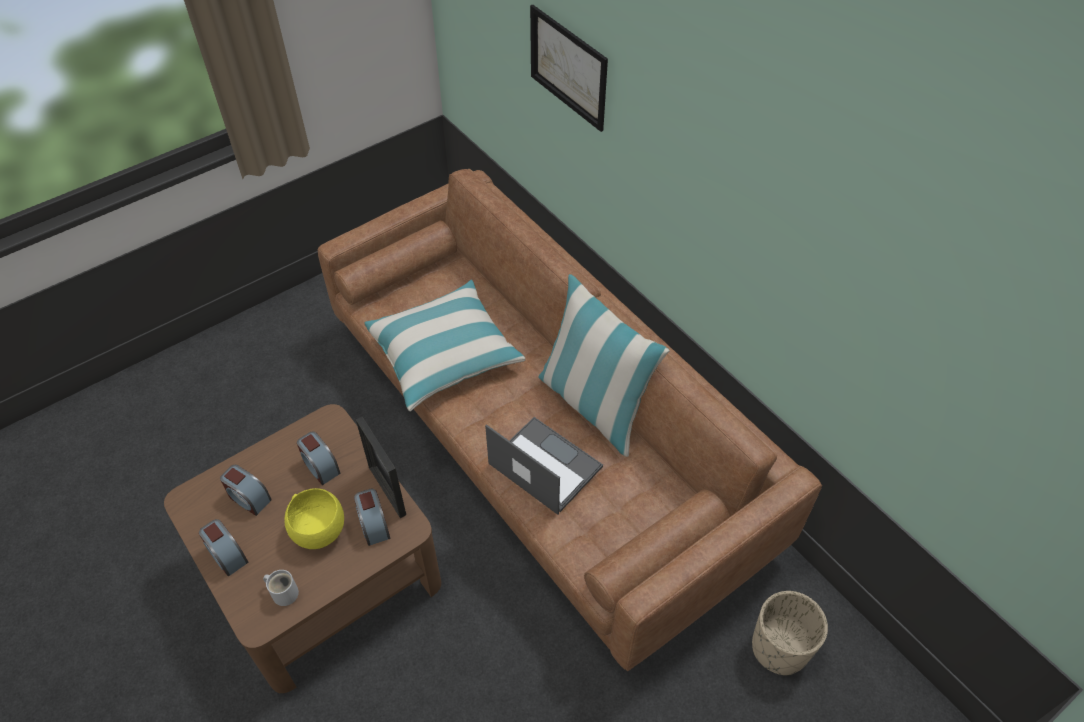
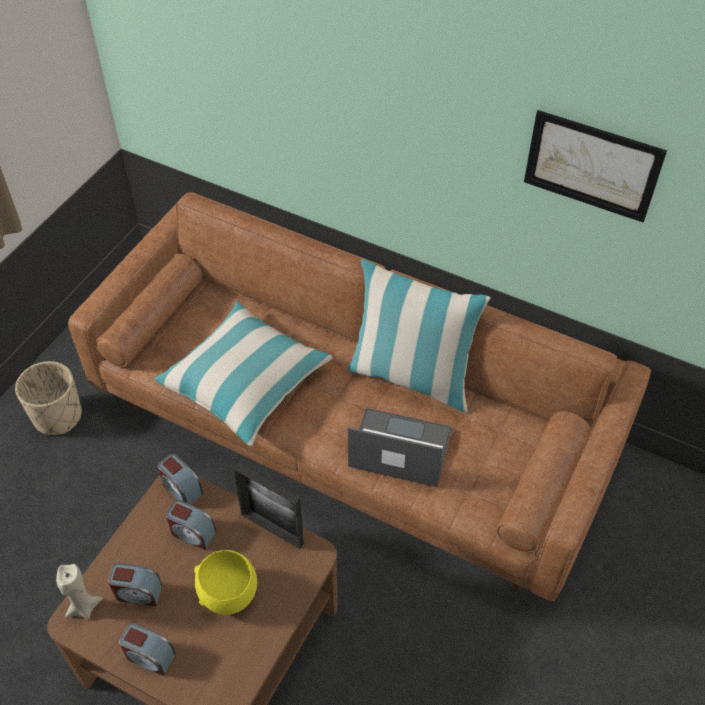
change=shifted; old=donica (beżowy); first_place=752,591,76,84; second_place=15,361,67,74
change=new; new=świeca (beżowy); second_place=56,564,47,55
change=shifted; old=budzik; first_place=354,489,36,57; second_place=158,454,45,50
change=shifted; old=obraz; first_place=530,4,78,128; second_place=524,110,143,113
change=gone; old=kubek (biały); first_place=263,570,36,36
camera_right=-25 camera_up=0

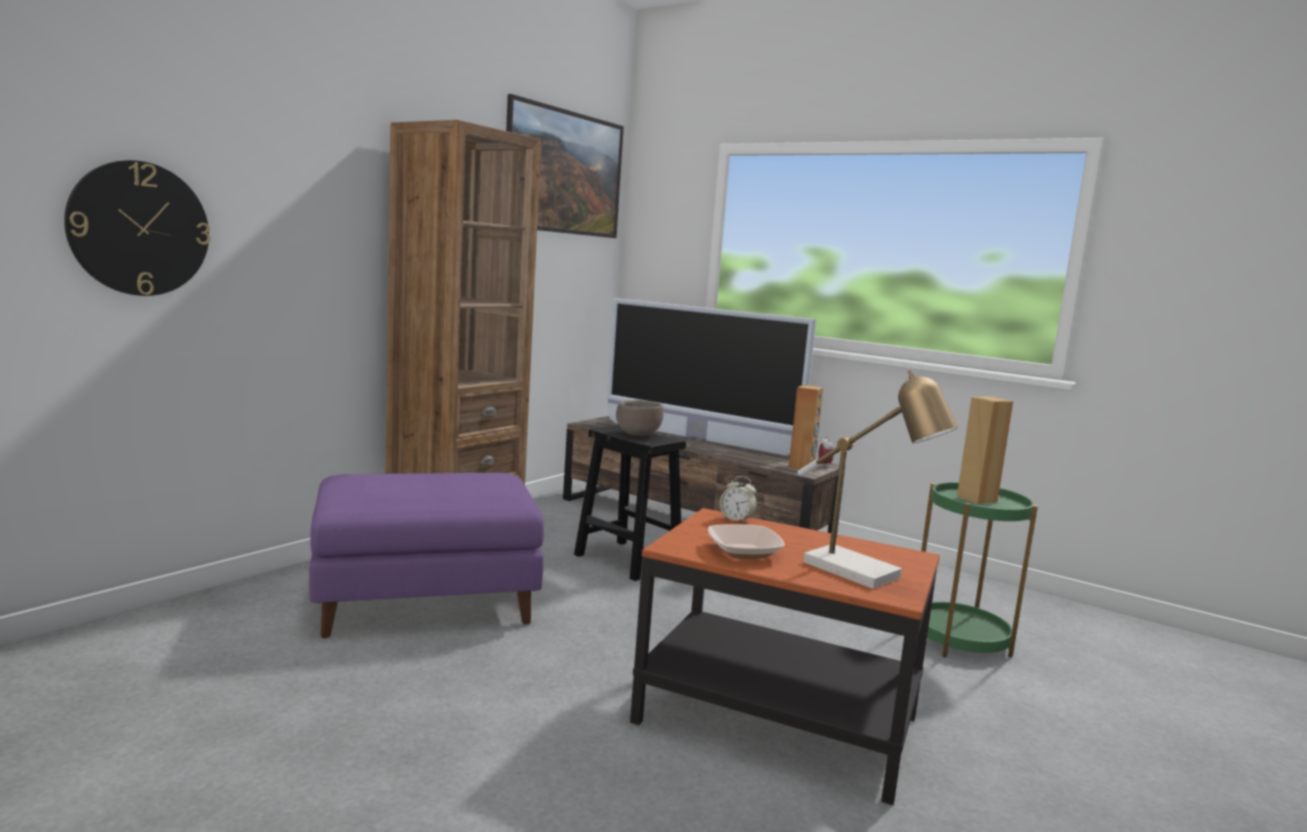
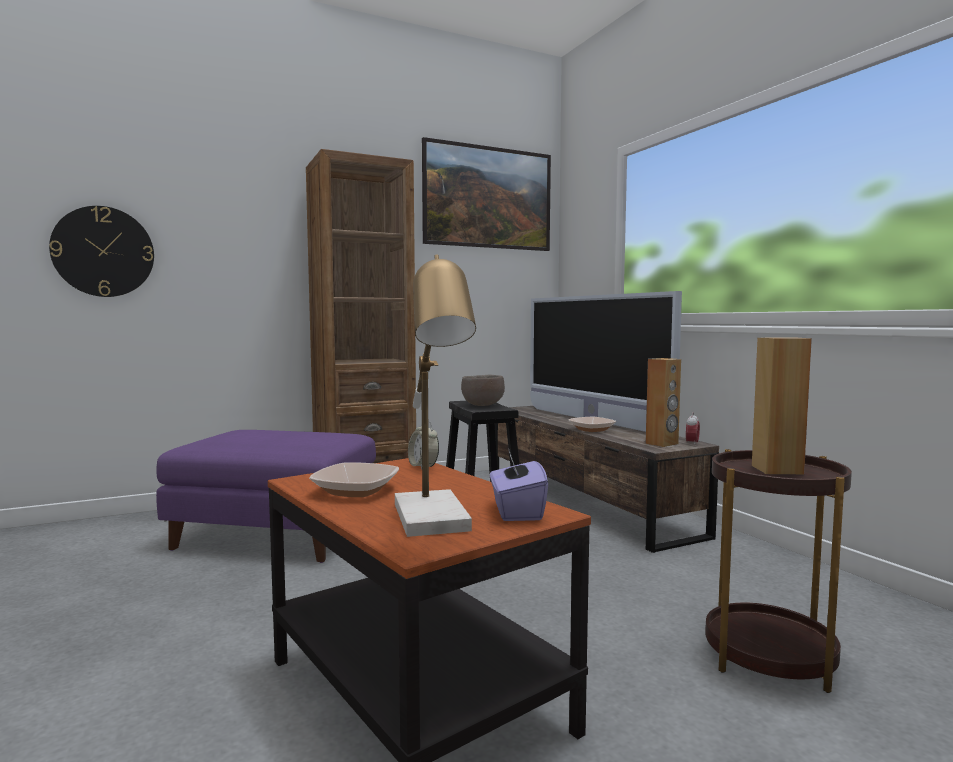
change=new; new=pudełko chusteczek (fioletowy); second_place=490,448,58,73
change=new; new=miska; second_place=568,417,48,15
change=repainted; old=stolik (zielony); new=stolik (brązowy); first_place=921,482,117,176; second_place=705,449,147,244
camera_right=30 camera_up=-5

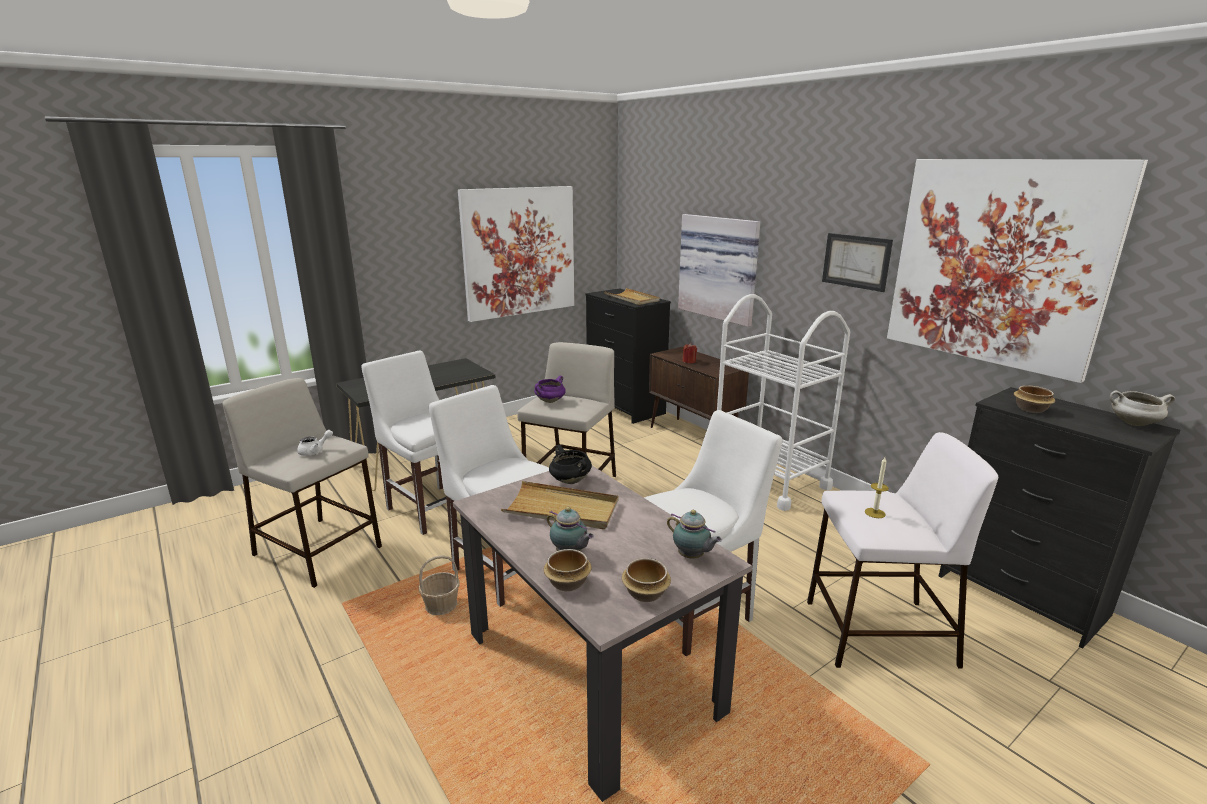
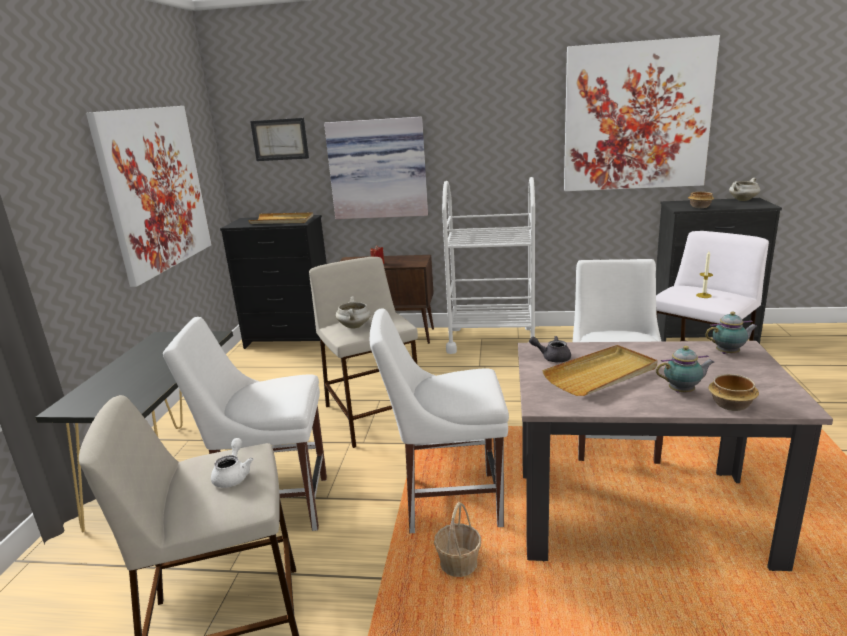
change=shifted; old=obraz; first_place=822,233,71,59; second_place=250,118,59,43
change=repainted; old=garnek (fioletowy); new=garnek (biały); first_place=534,376,32,27; second_place=336,297,35,31
change=swapped; old=garnek (czarny); new=imbryk (szary); first_place=549,445,43,39; second_place=529,336,42,26
change=gone; old=miska; first_place=622,558,49,44
camera_right=-45 camera_up=0

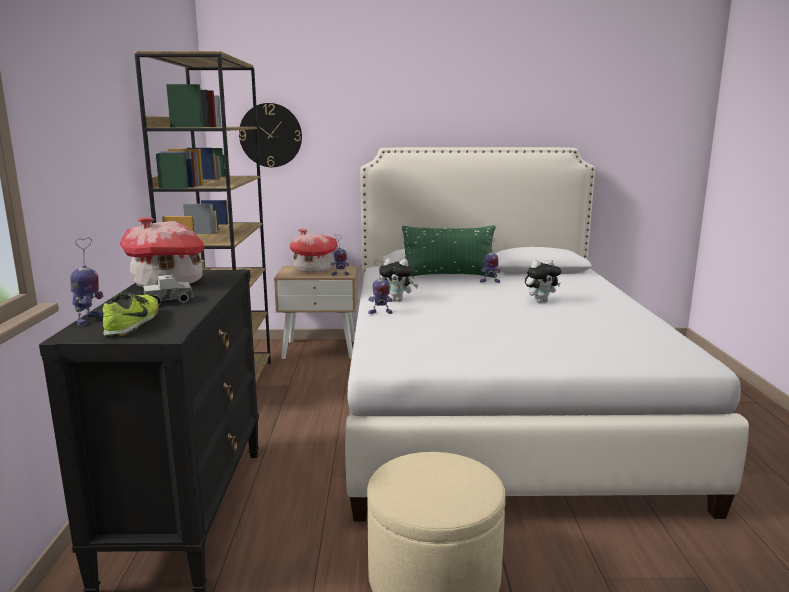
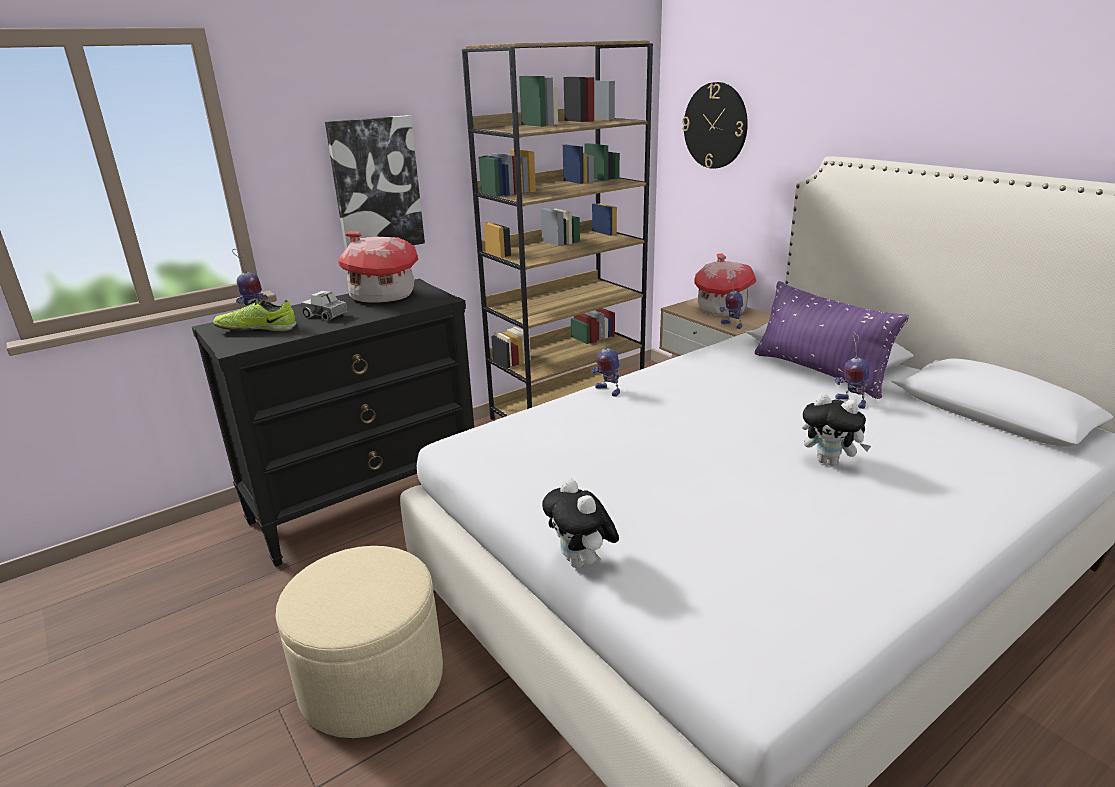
change=rotated; old=but; first_place=103,293,56,44; second_place=213,300,84,31; degrees=-150
change=new; new=obraz; second_place=325,115,100,135
change=shifted; old=pluszak; first_place=379,258,40,43; second_place=542,478,77,90
change=repainted; old=poduszka (zielony); new=poduszka (fioletowy); first_place=402,225,95,53; second_place=755,281,154,118
camera_right=55 camera_up=10

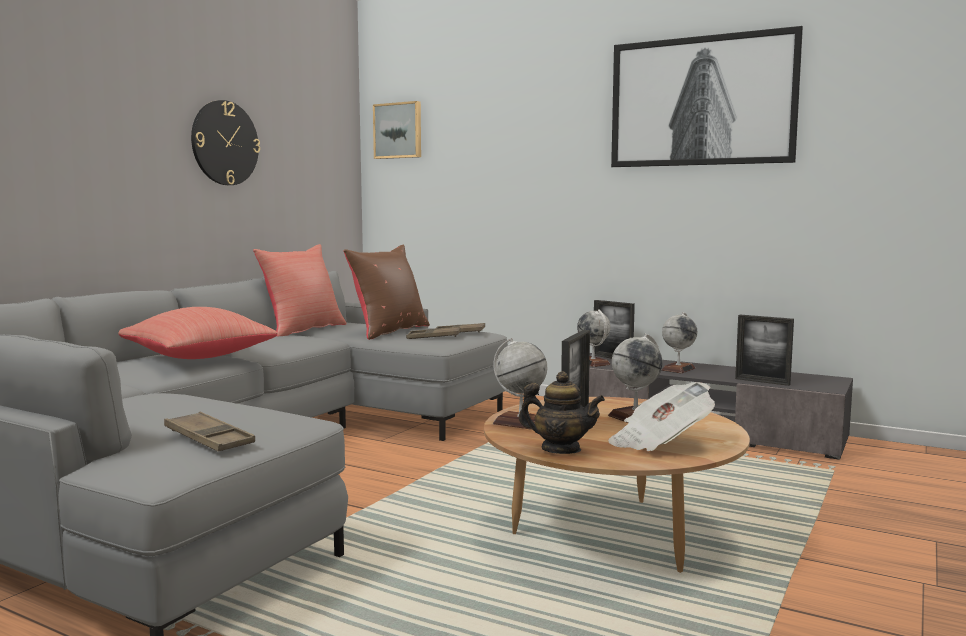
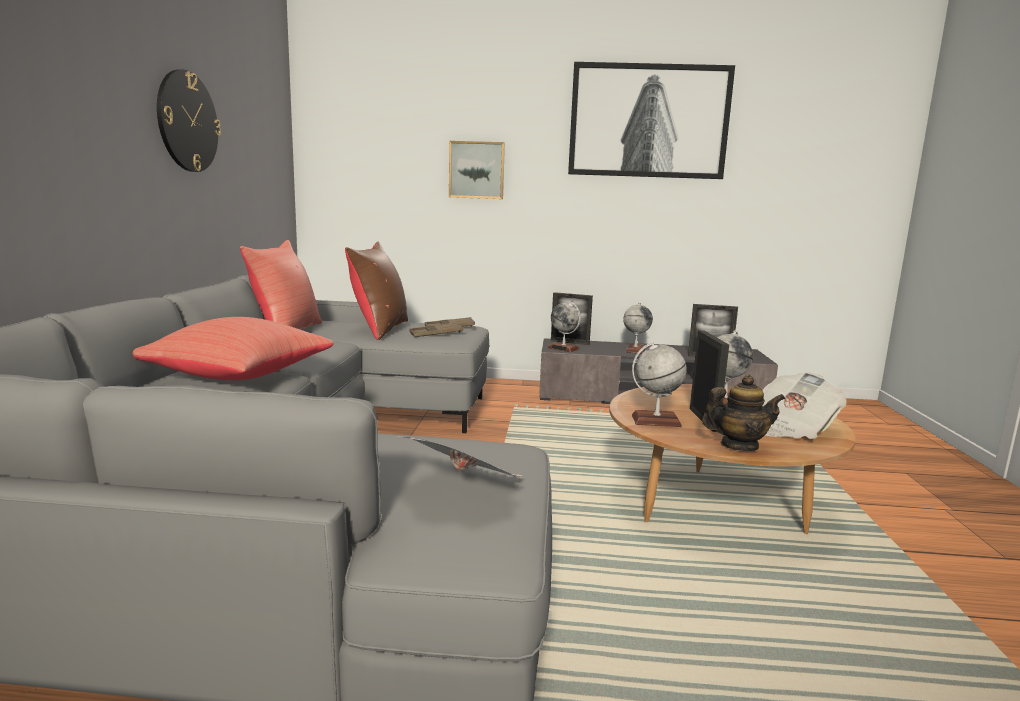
change=swapped; old=taca (brązowy); new=gazeta; first_place=164,412,91,40; second_place=397,436,126,42
change=shifted; old=obraz; first_place=373,101,48,58; second_place=449,141,56,58
camera_right=-25 camera_up=5

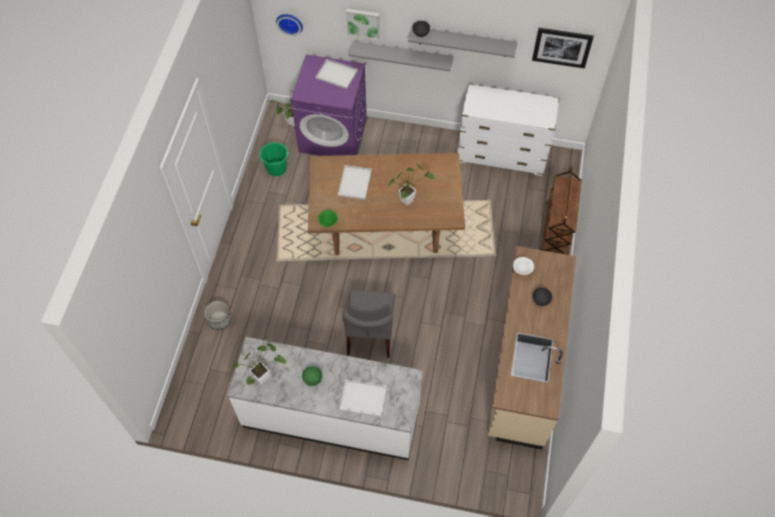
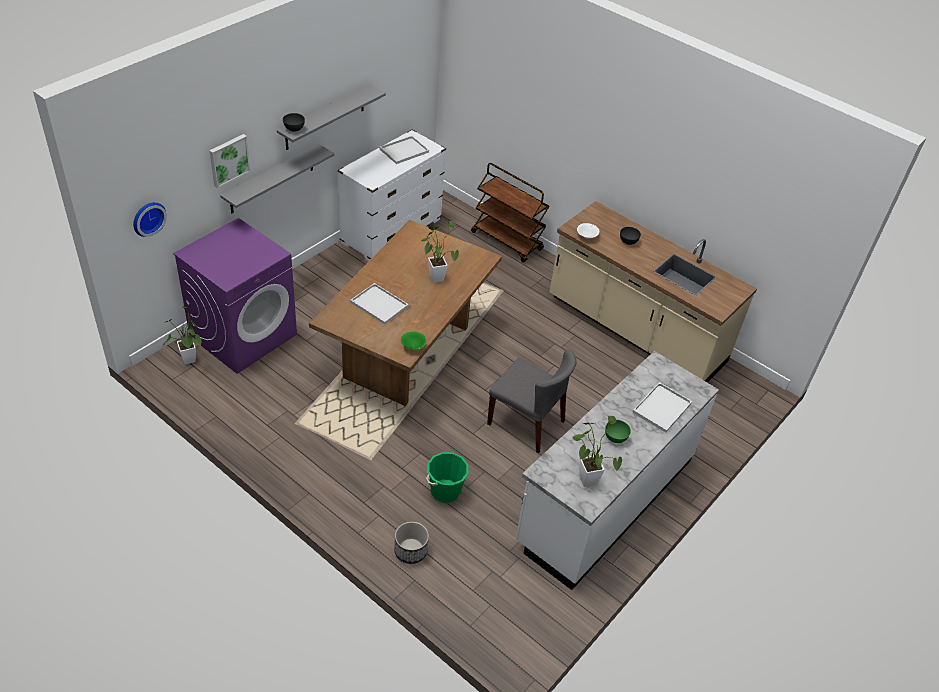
change=shifted; old=taca (biały); first_place=316,59,42,30; second_place=379,136,50,28
change=shifted; old=wiadro (zielony); first_place=259,143,30,34; second_place=426,452,42,51
change=gone; old=obraz; first_place=532,28,62,41
camera_right=-65 camera_up=-15

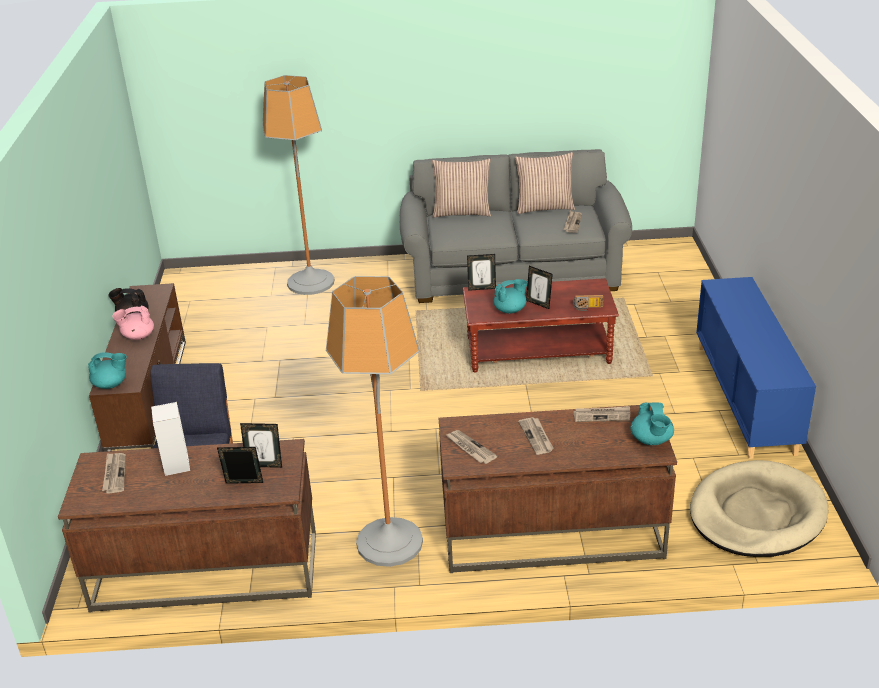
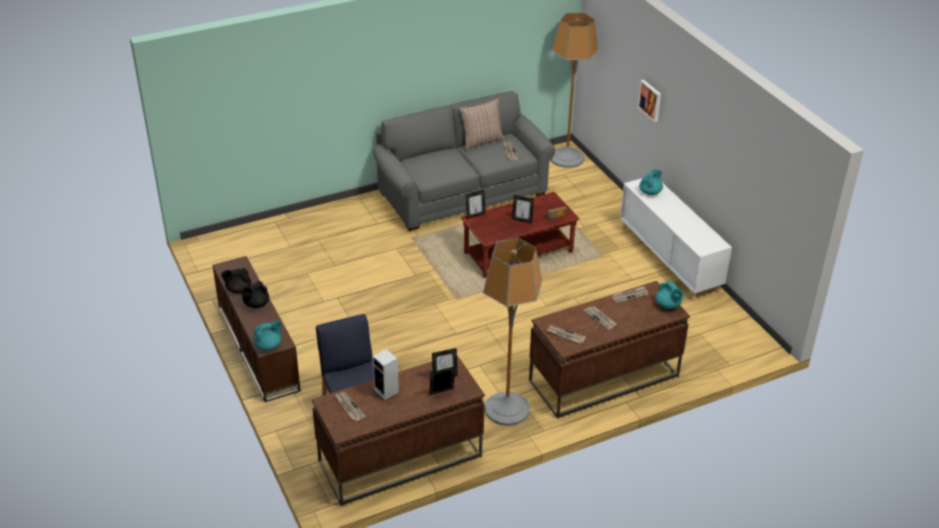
change=repainted; old=imbryk (różowy); new=imbryk (czarny); first_place=112,306,42,34; second_place=241,281,28,27
change=shifted; old=lampa stojąca; first_place=262,75,72,220; second_place=551,12,47,156
change=repainted; old=szafka (niebieski); new=szafka (biały); first_place=696,277,120,182; second_place=620,178,112,123
change=new; new=obraz; second_place=637,80,24,42
change=shifted; old=imbryk (turkusowy); first_place=493,279,35,35; second_place=639,170,24,25
change=gone; old=poduszka; first_place=432,159,59,59
change=gone; old=legowisko (beżowy); first_place=690,460,138,97
camera_right=-25 camera_up=5

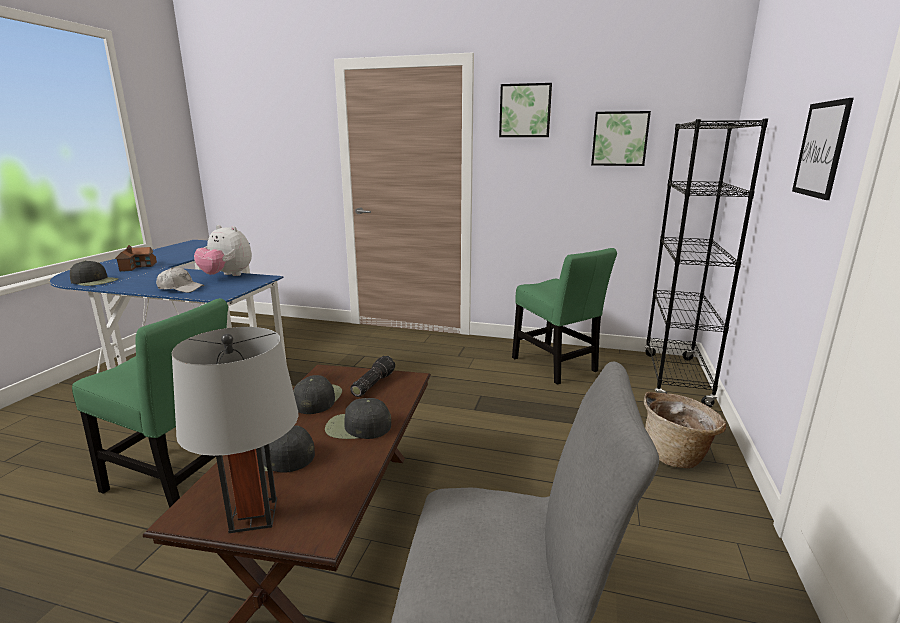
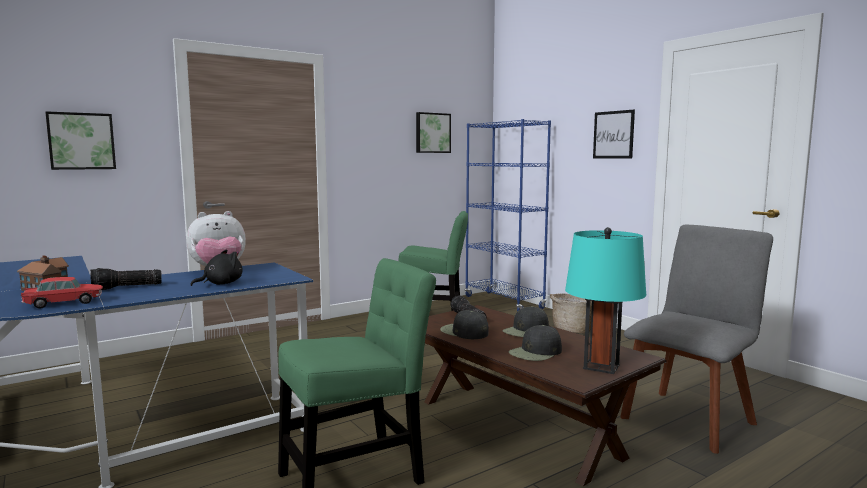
change=swapped; old=czapka z daszkiem (czarny); new=samochodzik; first_place=70,261,48,25; second_place=21,277,82,32
change=shifted; old=obraz; first_place=499,83,53,54; second_place=45,111,71,59
change=new; new=latarka; second_place=91,268,71,22
change=swapped; old=czapka z daszkiem (biały); new=pluszak (czarny); first_place=156,268,49,25; second_place=191,250,52,36
change=repainted; old=regał (czarny); new=regał (niebieski); first_place=644,119,124,288; second_place=465,119,86,192
change=repainted; old=lampa stołowa (szary); new=lampa stołowa (turkusowy); first_place=172,327,127,206; second_place=565,227,81,147
camera_right=-50 camera_up=-10

